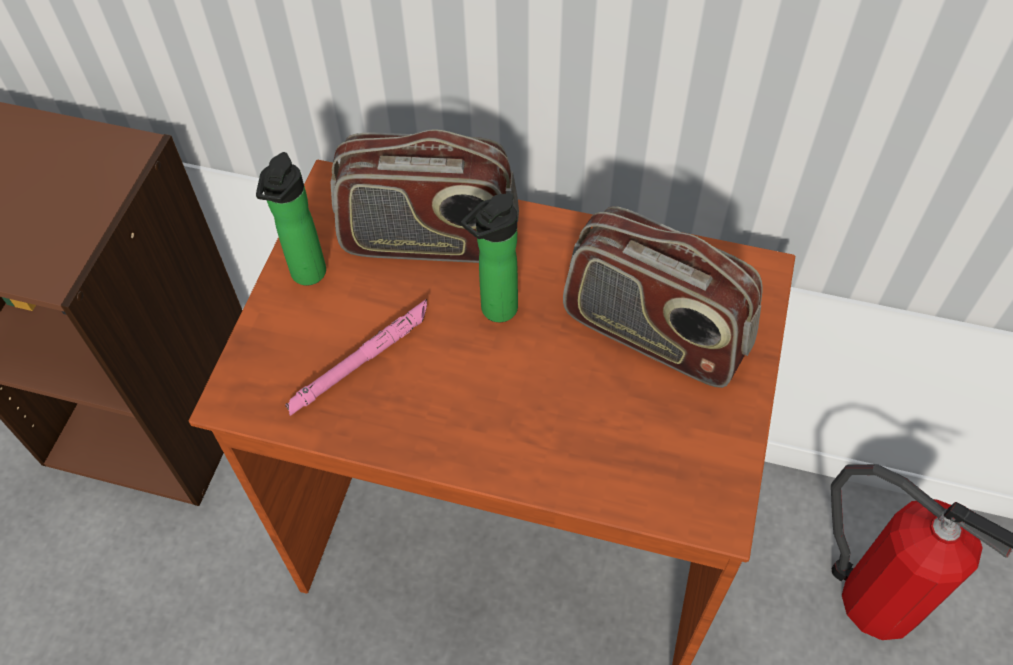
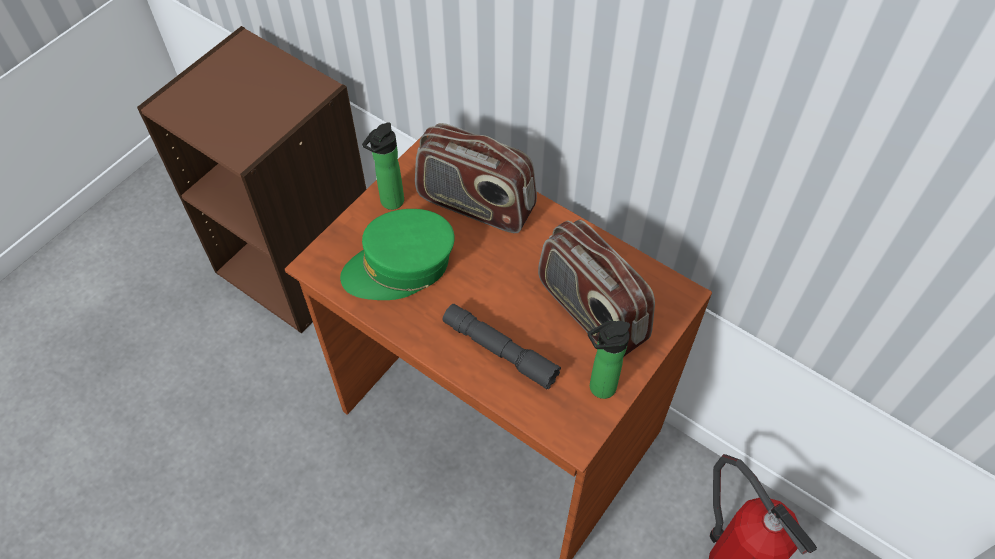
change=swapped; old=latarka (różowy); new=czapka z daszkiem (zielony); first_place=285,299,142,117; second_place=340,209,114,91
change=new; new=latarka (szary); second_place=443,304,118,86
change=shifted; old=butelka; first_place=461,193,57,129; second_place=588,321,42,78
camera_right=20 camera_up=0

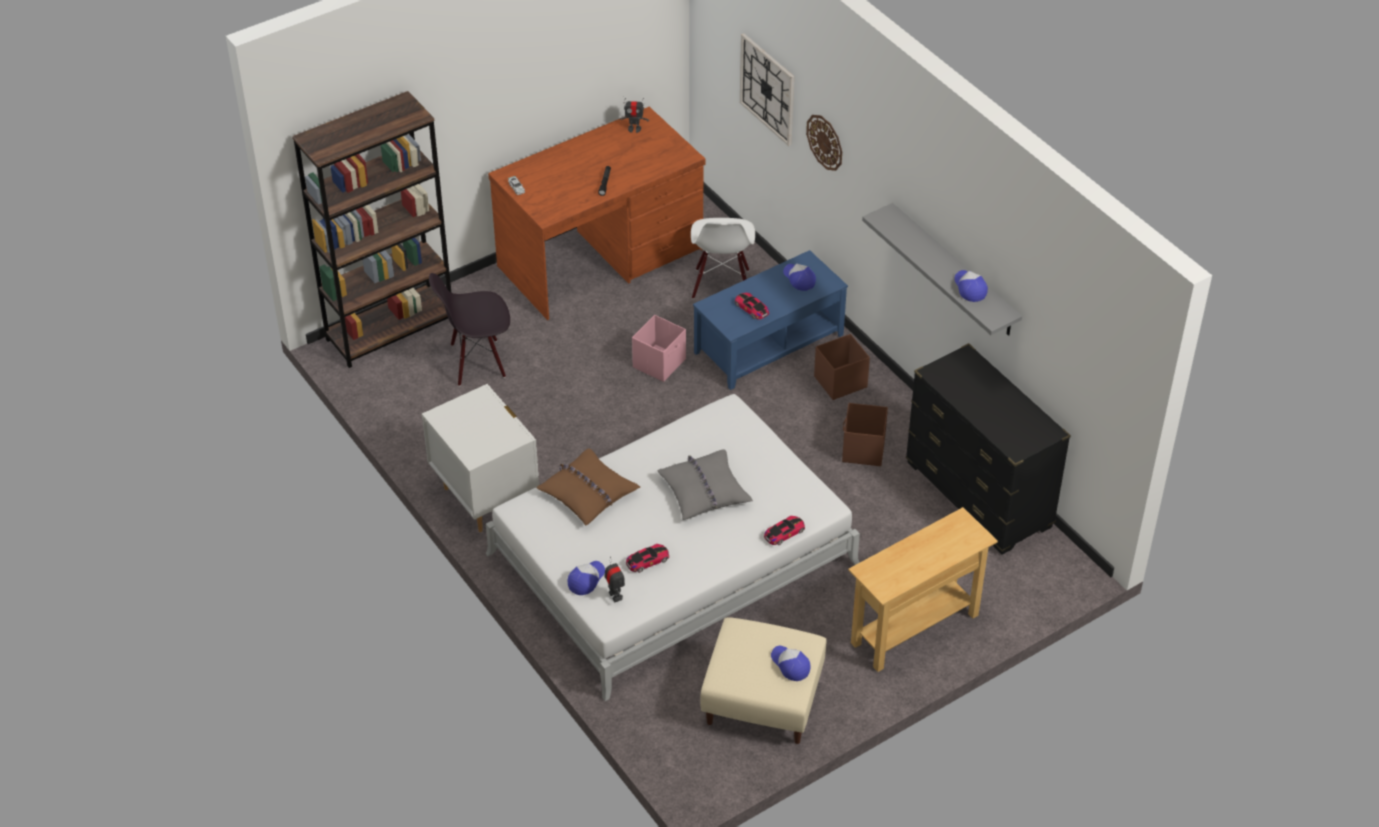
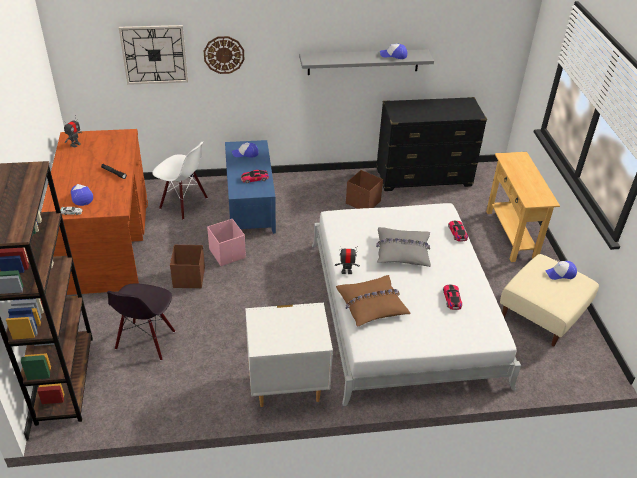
change=shifted; old=czapka z daszkiem; first_place=568,561,37,34; second_place=71,184,22,22
change=shifted; old=pojemnik do przechowywania (brązowy); first_place=814,334,56,66; second_place=170,245,35,43
change=shifted; old=robot zabawkowy; first_place=604,557,21,45; second_place=335,246,25,28
camera_right=-65 camera_up=-5

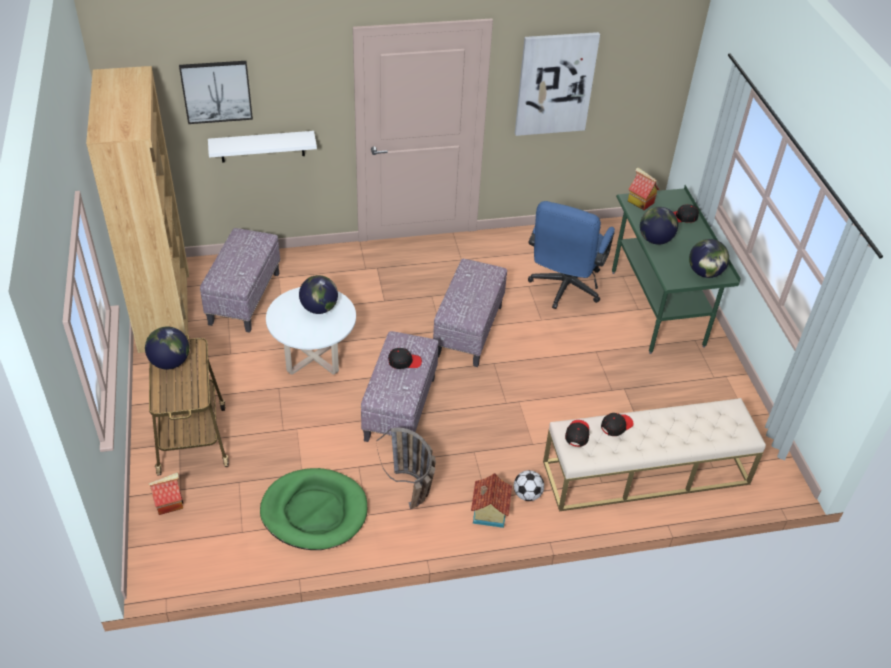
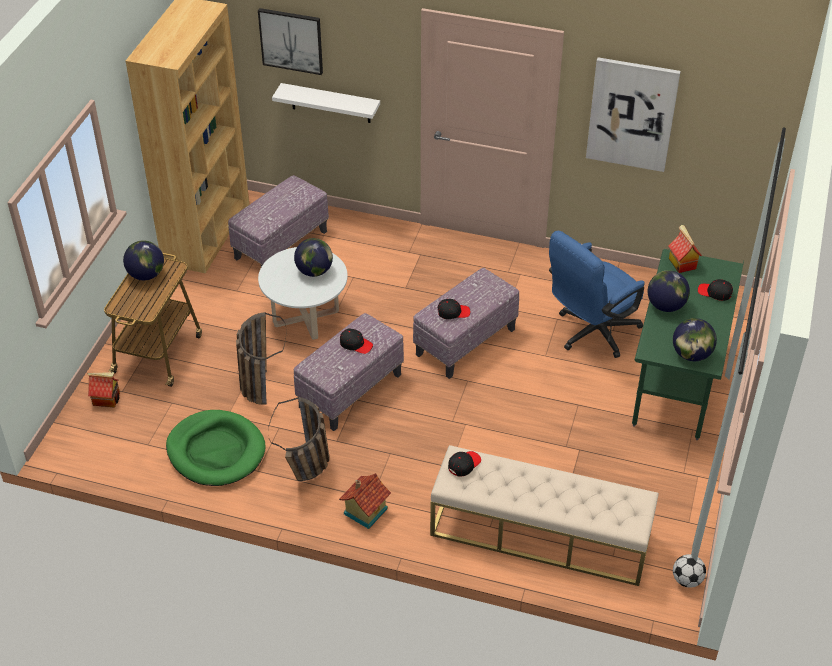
change=new; new=koszyk; second_place=236,312,51,93
change=shifted; old=czapka z daszkiem (czarny); first_place=601,413,33,23; second_place=438,299,32,20
change=shifted; old=piłka futbolowa; first_place=514,470,30,31; second_place=673,554,33,34
camera_right=30 camera_up=0

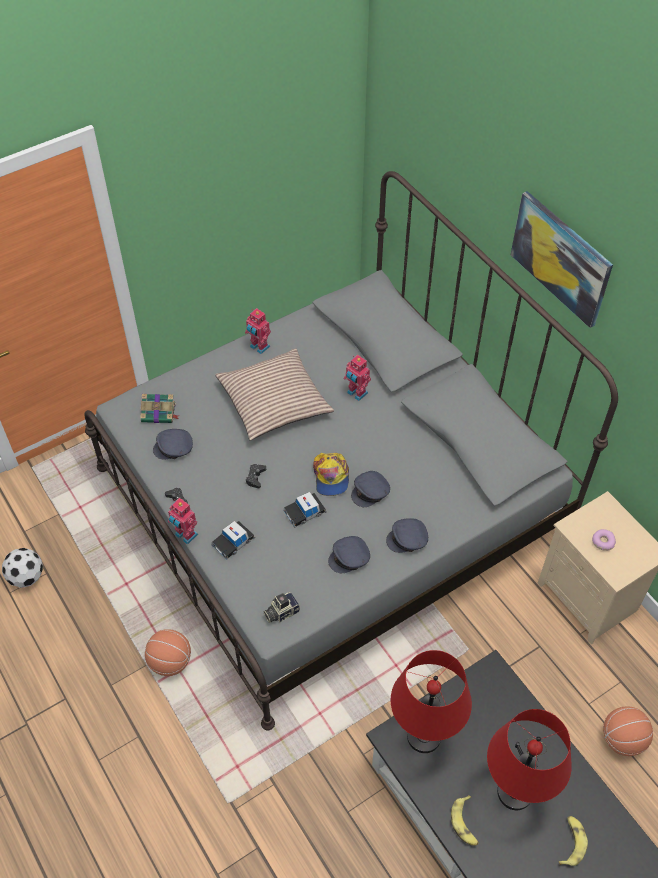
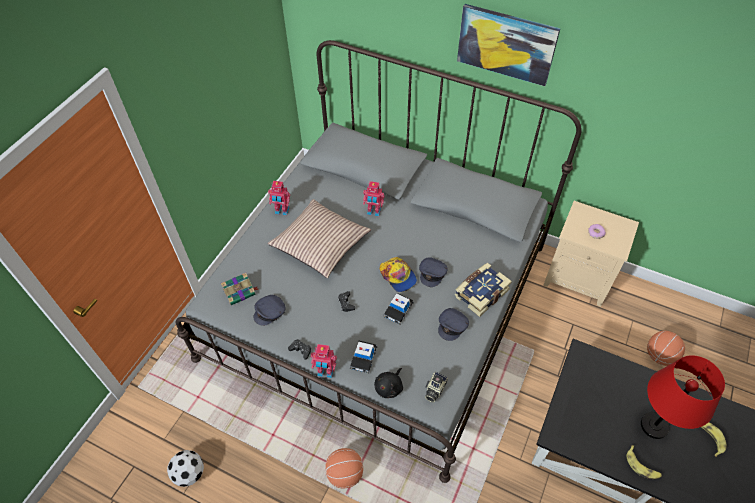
change=new; new=pluszak (czarny); second_place=374,368,29,30
change=swapped; old=czapka z daszkiem (szary); new=książka; first_place=386,518,42,35; second_place=455,263,57,54
change=gone; old=lampa stołowa (czerwony); first_place=391,650,81,103
camera_right=-30 camera_up=0

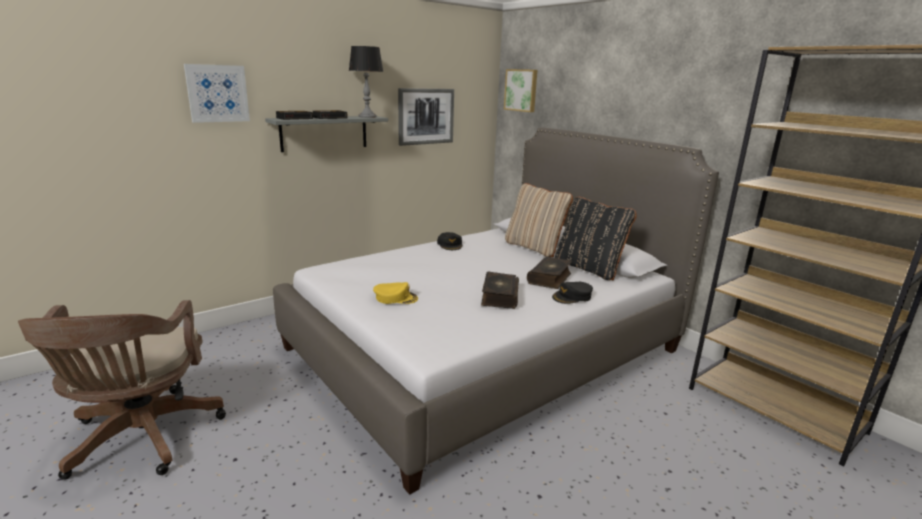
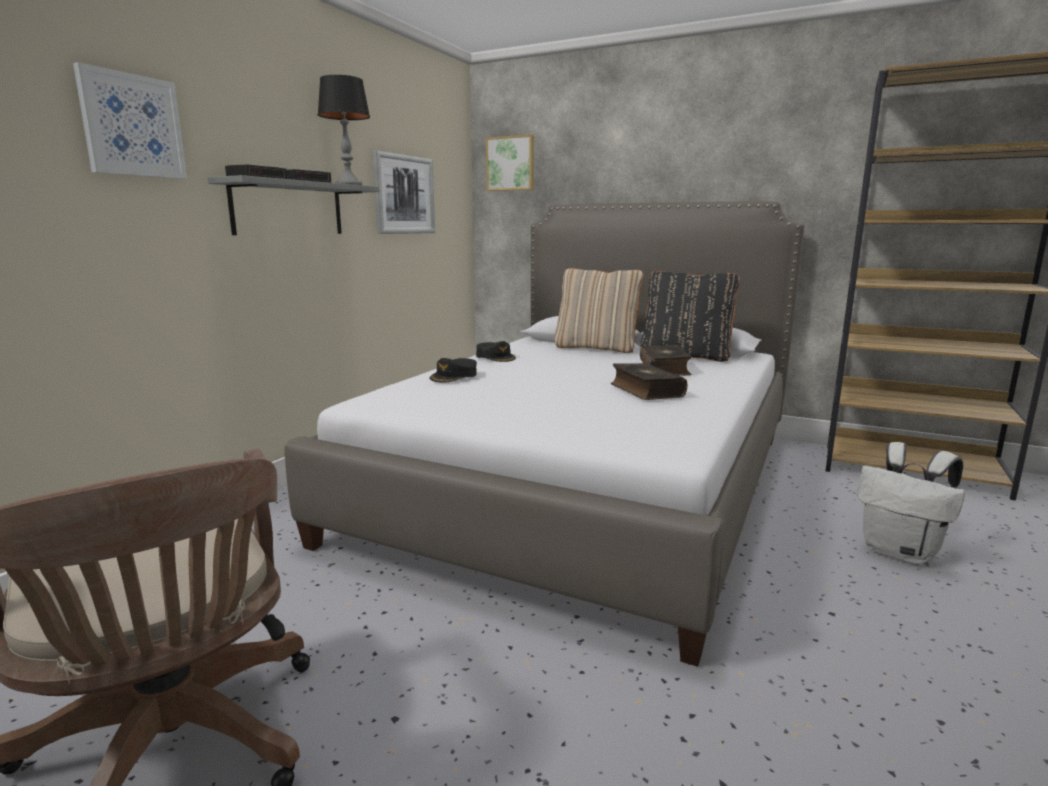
change=shifted; old=czapka z daszkiem (czarny); first_place=552,282,41,22; second_place=429,358,48,24
change=new; new=plecak (biały); second_place=857,442,108,123
change=gone; old=czapka z daszkiem (żółty); first_place=373,282,45,22
camera_right=-25 camera_up=-5

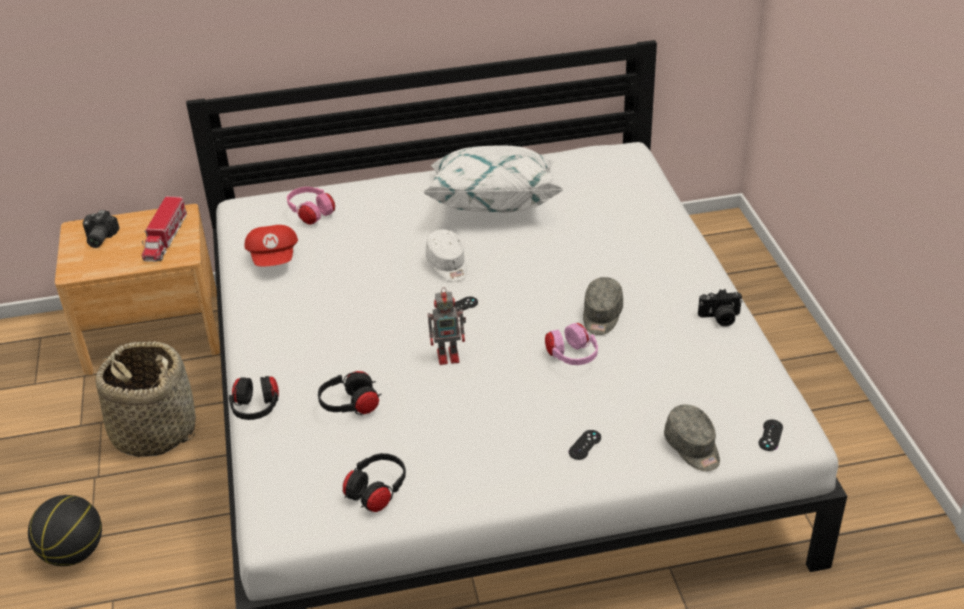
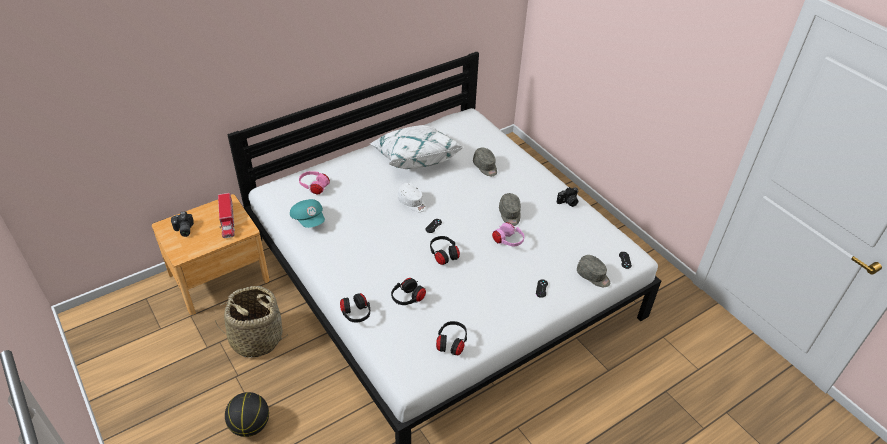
change=repainted; old=czapka z daszkiem (czerwony); new=czapka z daszkiem (turkusowy); first_place=244,225,54,41; second_place=290,199,35,29
change=swapped; old=robot zabawkowy; new=słuchawki (czarny); first_place=428,287,38,78; second_place=430,236,30,29
change=new; new=czapka z daszkiem (szary); second_place=473,148,24,28
camera_right=-25 camera_up=5

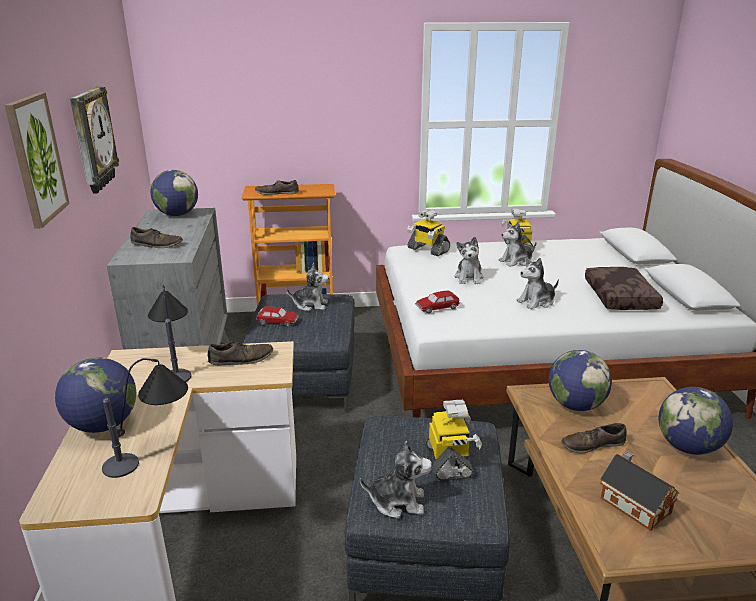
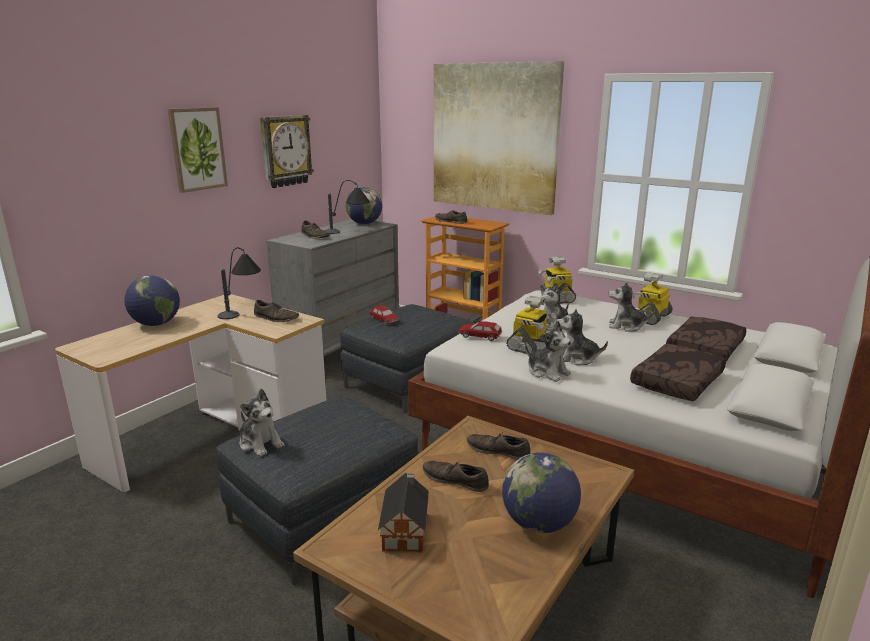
change=shifted; old=lampa stołowa; first_place=102,358,86,120; second_place=325,180,45,54
change=new; new=obraz; second_place=434,61,130,154
change=swapped; old=globus; new=but (brązowy); first_place=549,350,63,61; second_place=467,432,63,28
change=shifted; old=robot zabawkowy; first_place=423,400,59,81; second_place=506,296,50,58
change=shifted; old=pluszak; first_place=287,263,42,48; second_place=525,321,46,61
change=new; new=poduszka (brązowy); second_place=666,316,80,46
camera_right=40 camera_up=-5

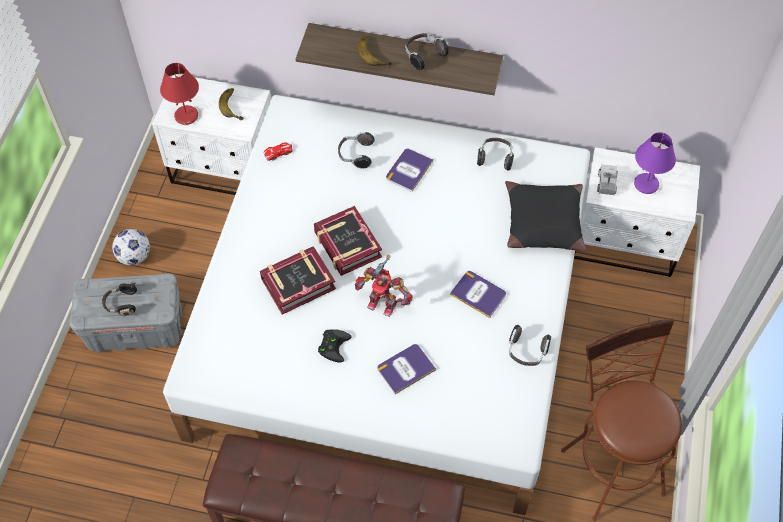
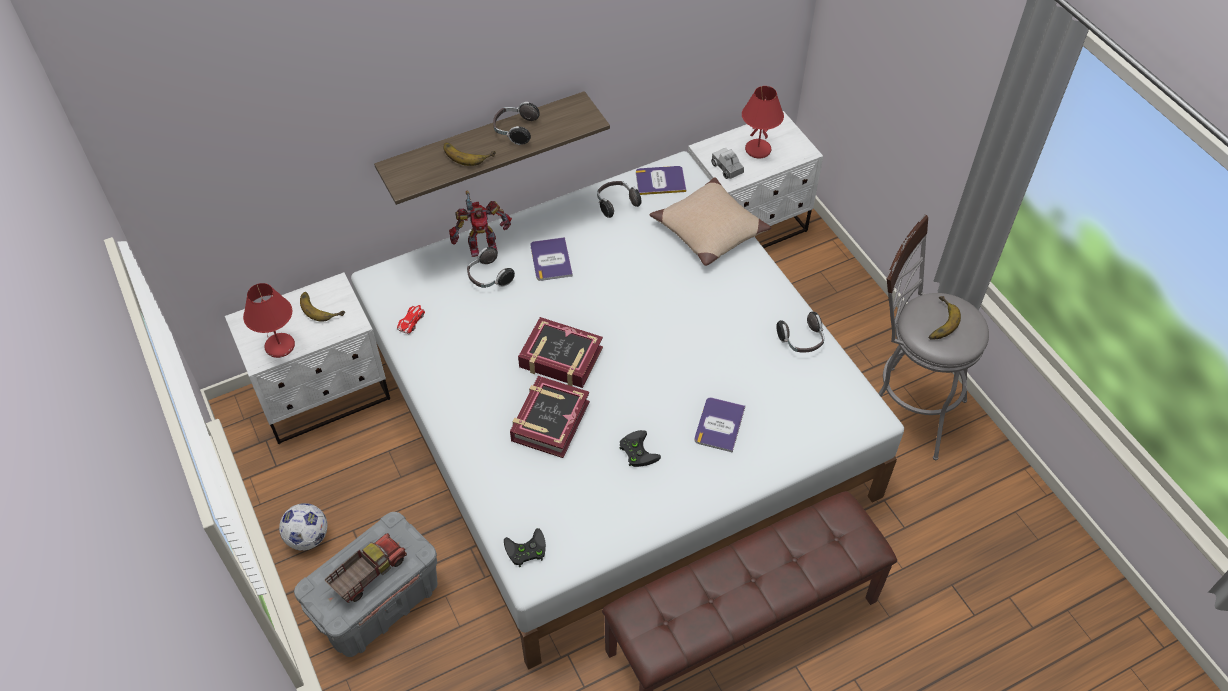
change=swapped; old=słuchawki (czarny); new=ciężarówka zabawkowa; first_place=102,282,35,34; second_place=324,533,83,70
change=shifted; old=robot zabawkowy; first_place=355,255,57,62; second_place=449,191,63,66
change=new; new=pad do gier (czarny); second_place=504,528,42,39
change=shifted; old=książka; first_place=450,271,56,47; second_place=636,166,50,29
change=repainted; old=poduszka (czarny); new=poduszka (beżowy); first_place=505,181,81,71; second_place=649,178,122,88
change=repainted; old=lampa stołowa (fioletowy); new=lampa stołowa (czerwony); first_place=634,132,42,62; second_place=742,86,42,72
change=repainted; old=stołek (brązowy); new=stołek (szary); first_place=561,318,121,203; second_place=878,215,111,245
change=new; new=banan; second_place=928,296,33,44
camera_right=-40 camera_up=-5

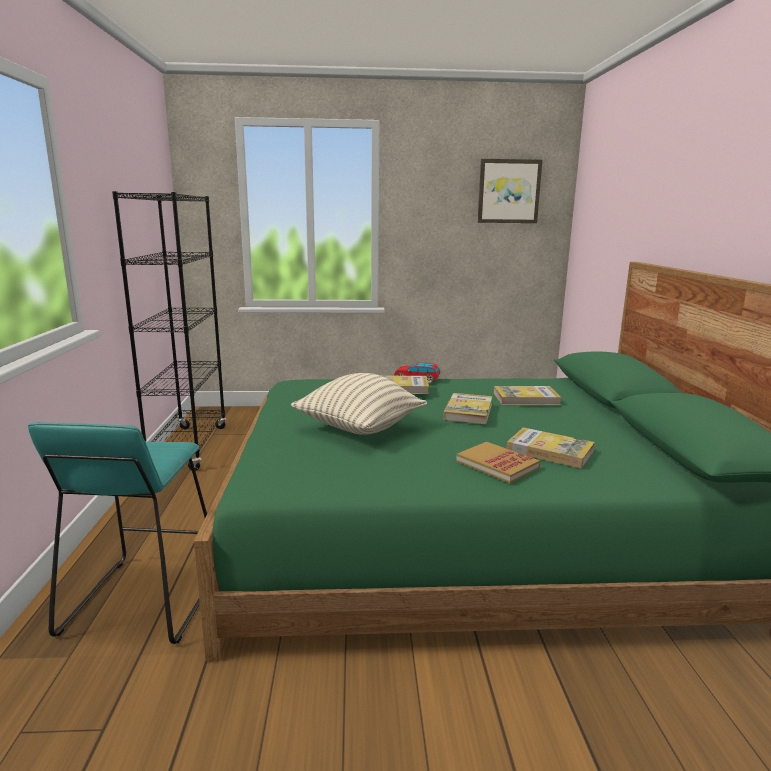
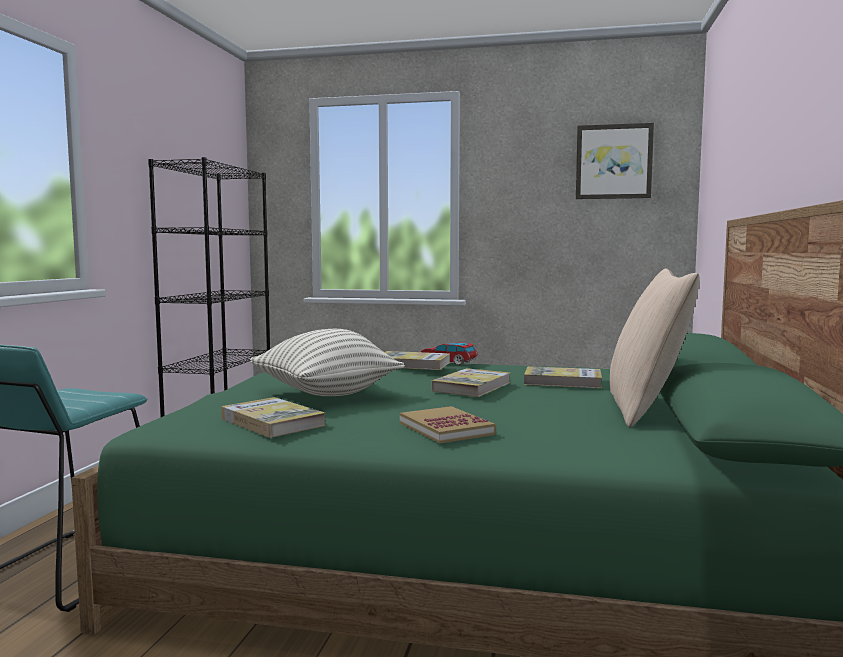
change=shifted; old=książka; first_place=507,427,88,42; second_place=221,397,105,41
change=new; new=poduszka (beżowy); second_place=610,268,89,159
camera_right=15 camera_up=-10

